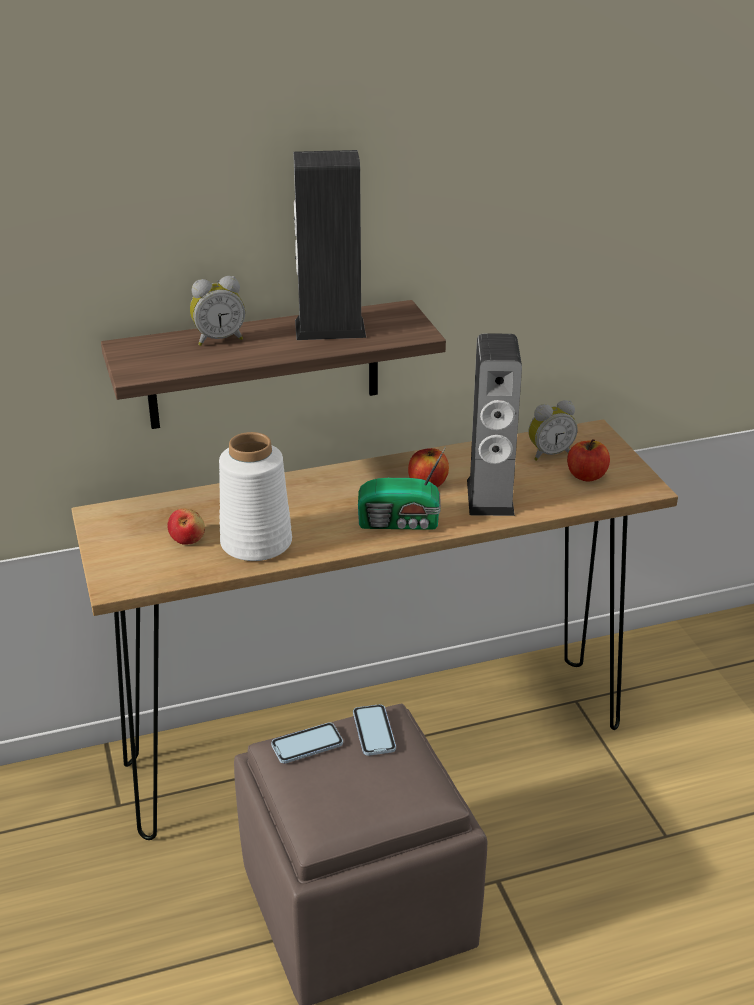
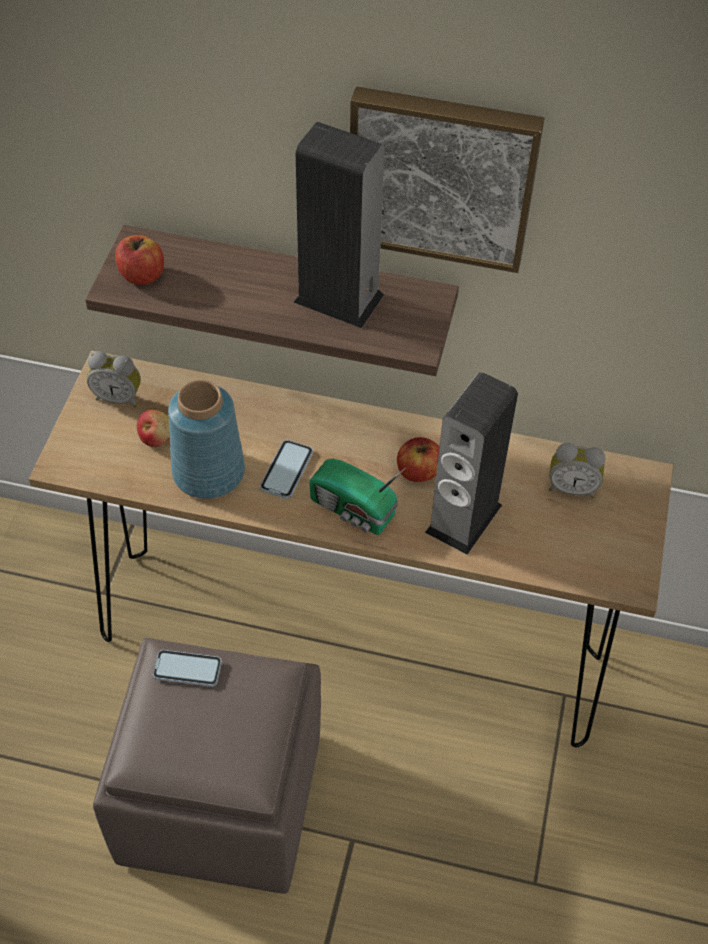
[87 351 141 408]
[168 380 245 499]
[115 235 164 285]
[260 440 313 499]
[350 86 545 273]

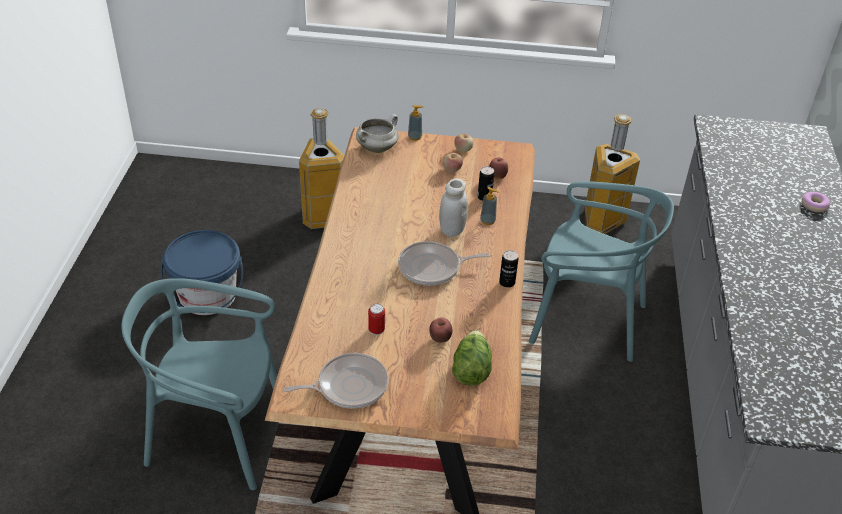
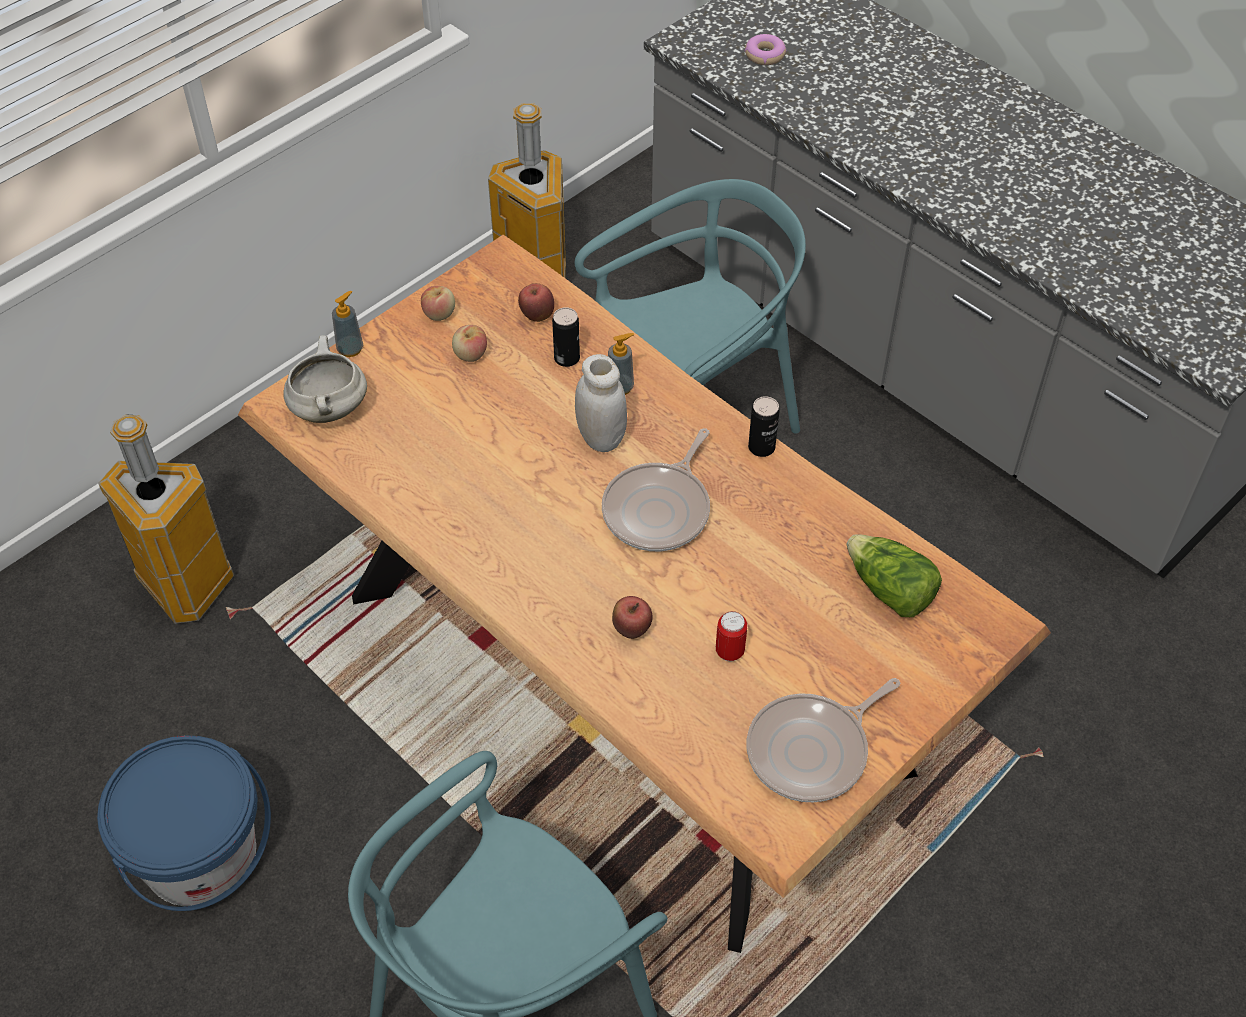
[745 34 787 65]
[612 596 653 639]
[747 678 900 802]

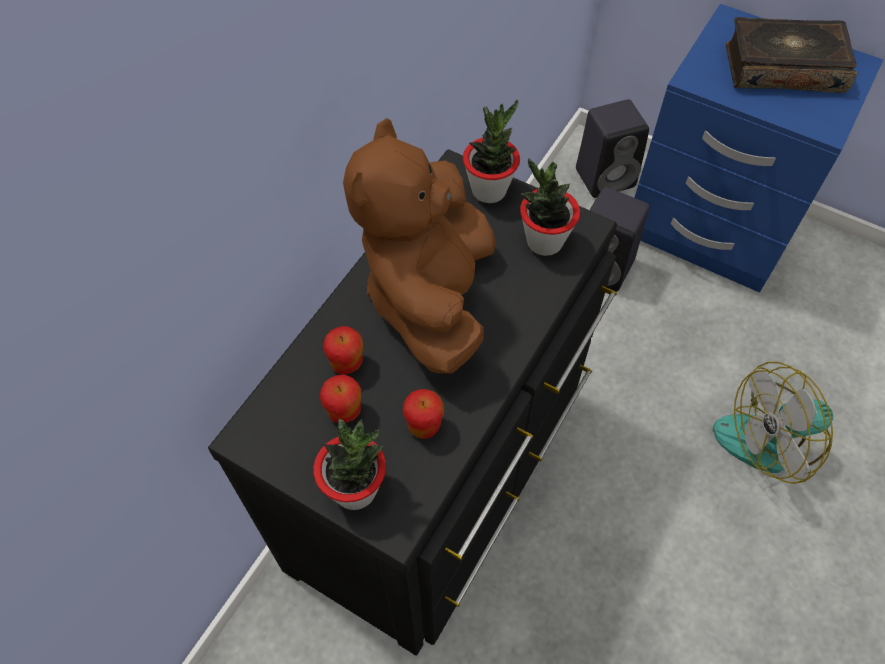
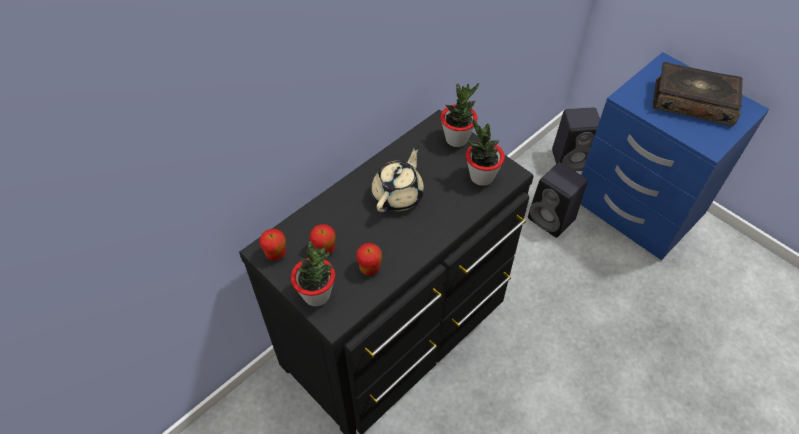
[371 145 424 212]
[259 229 286 260]
[713 362 833 484] (first image)

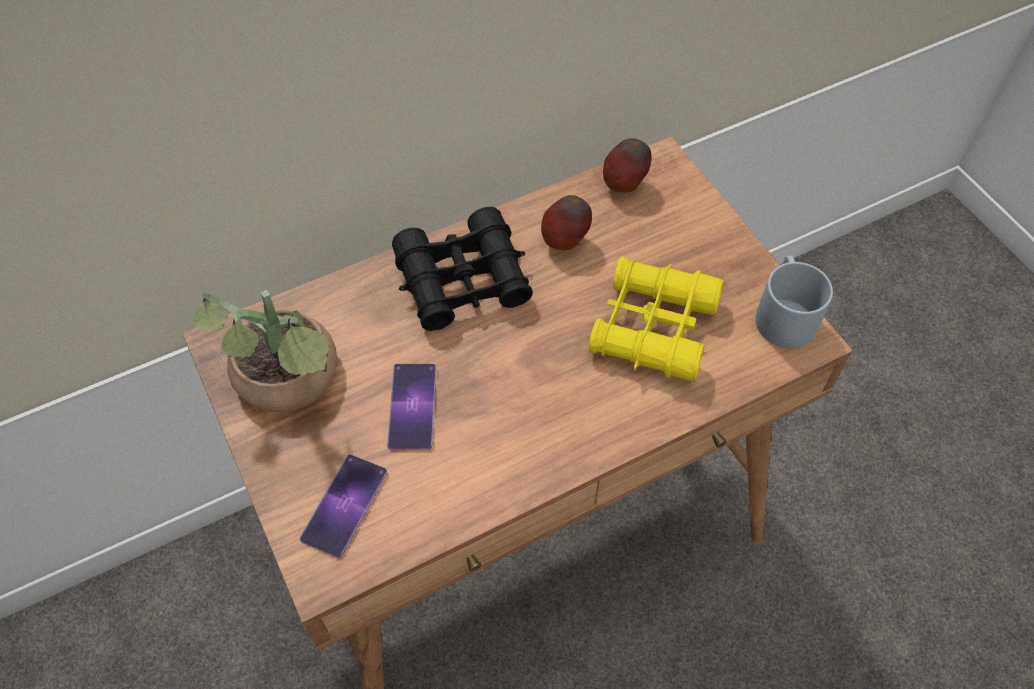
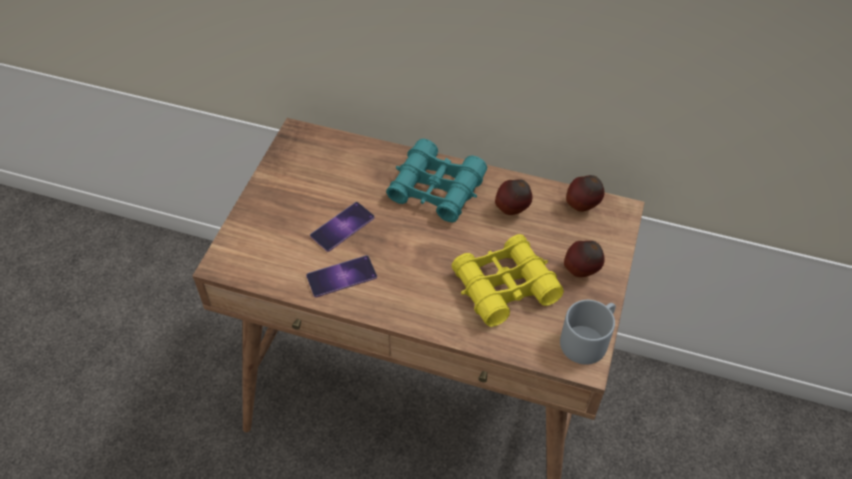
[386 139 487 223]
[193 290 337 412] (first image)
[306 255 377 297]
[564 241 605 277]

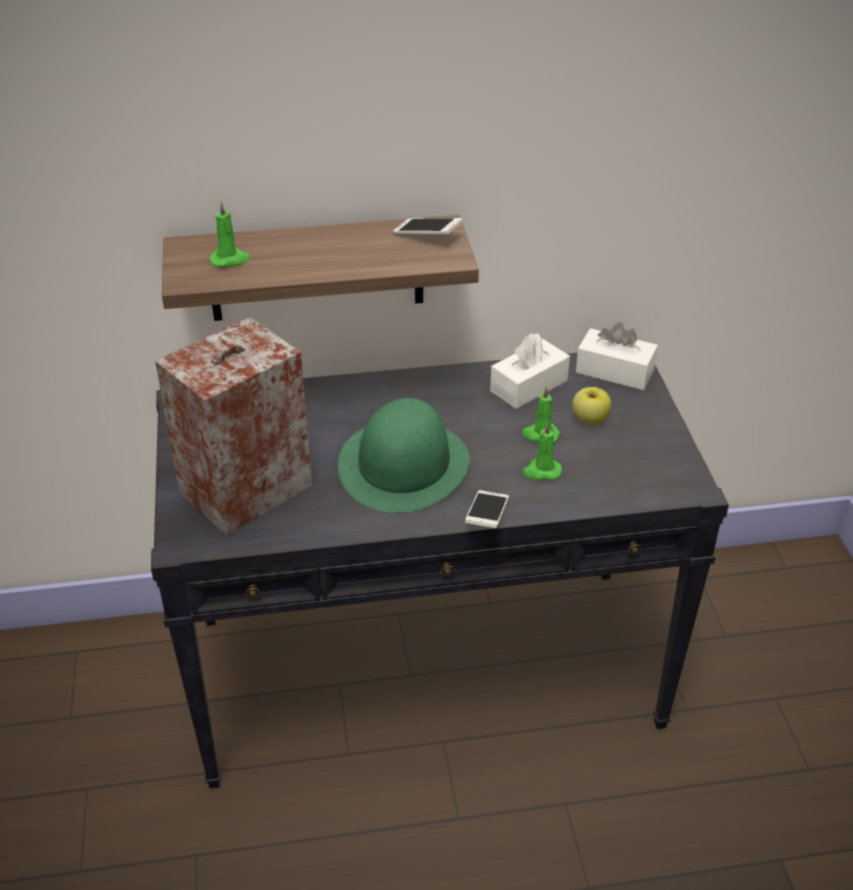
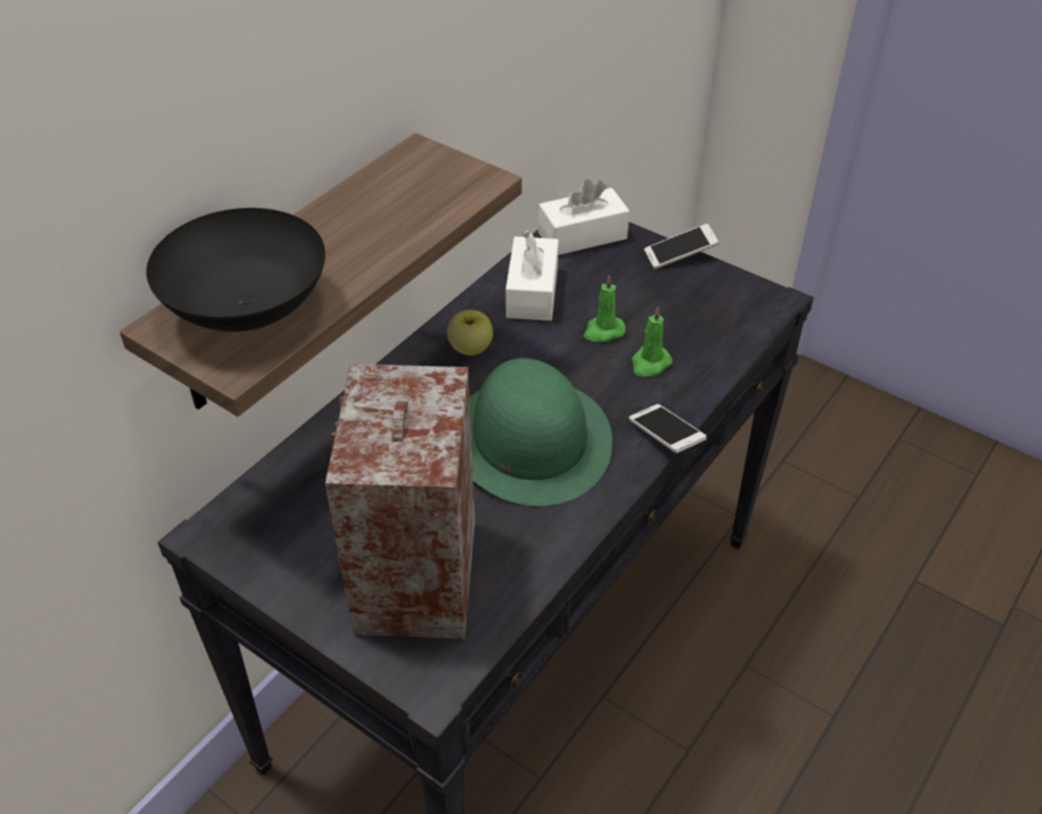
[146 208 325 332]
[644 224 719 269]
[447 310 493 356]

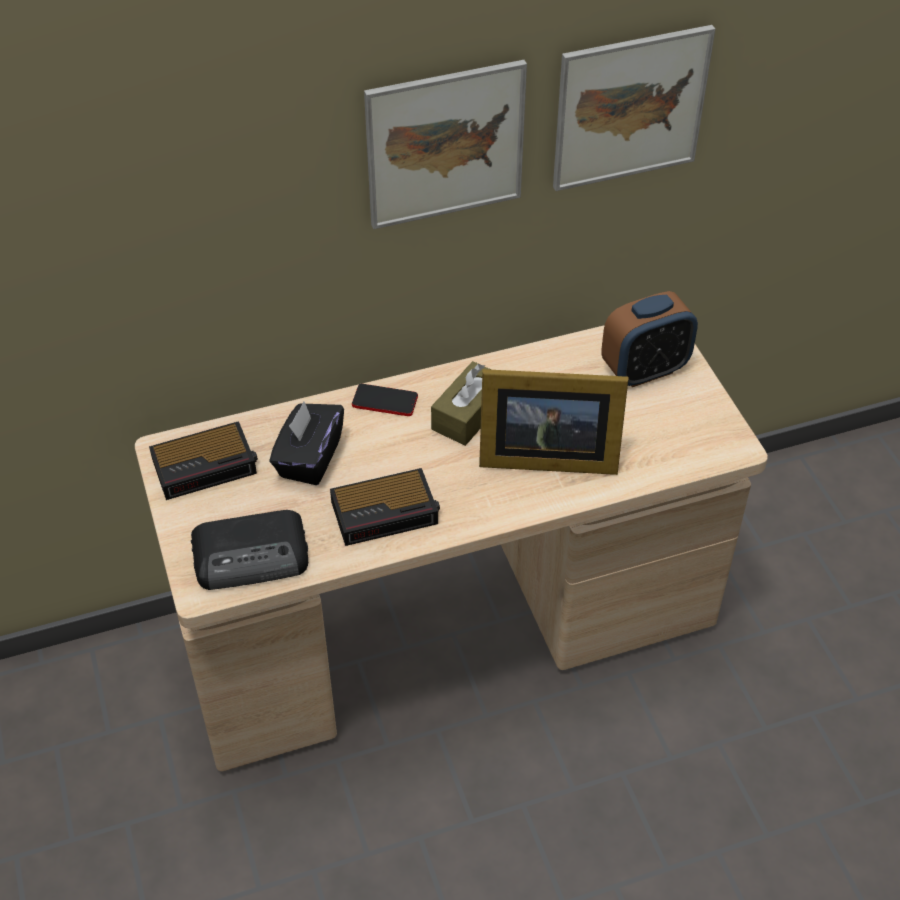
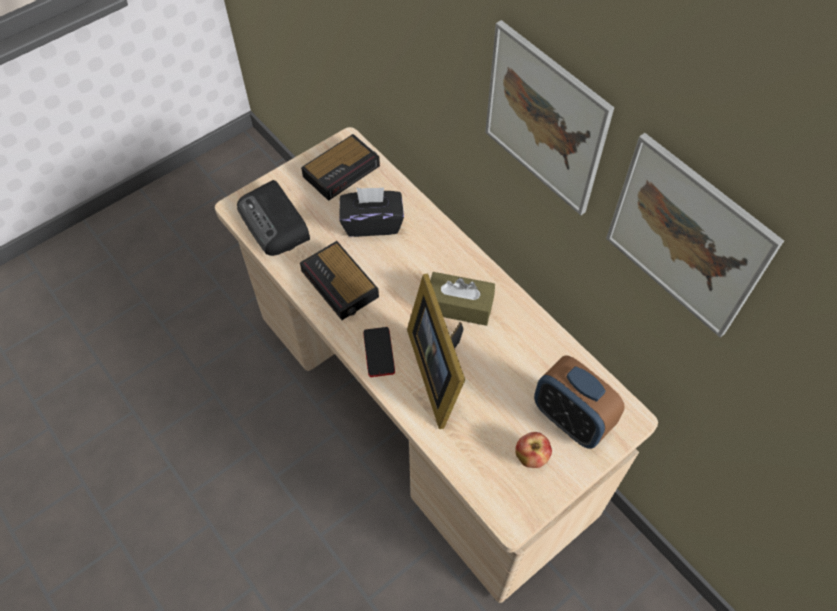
[363 327 395 377]
[301 134 380 201]
[515 432 552 468]

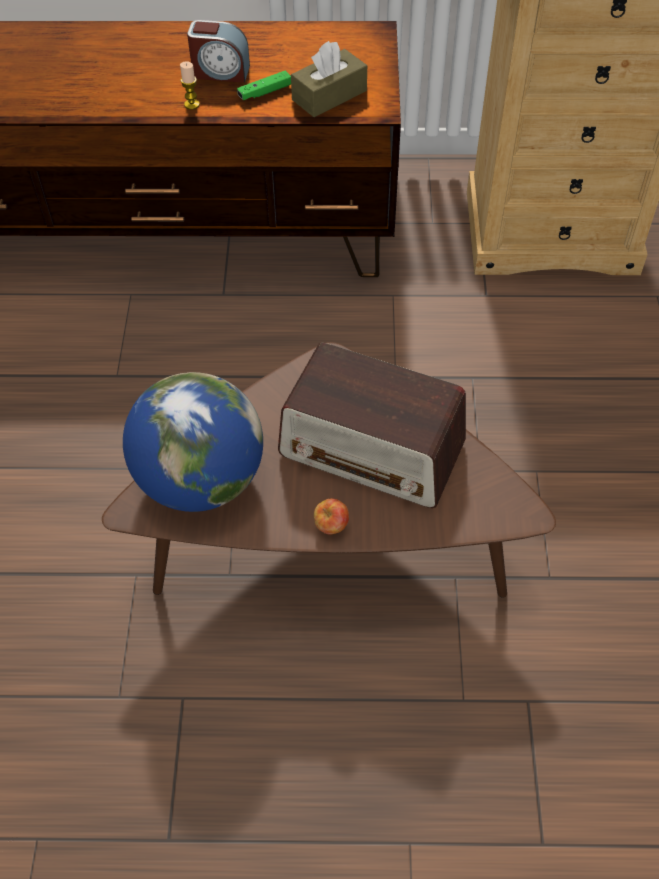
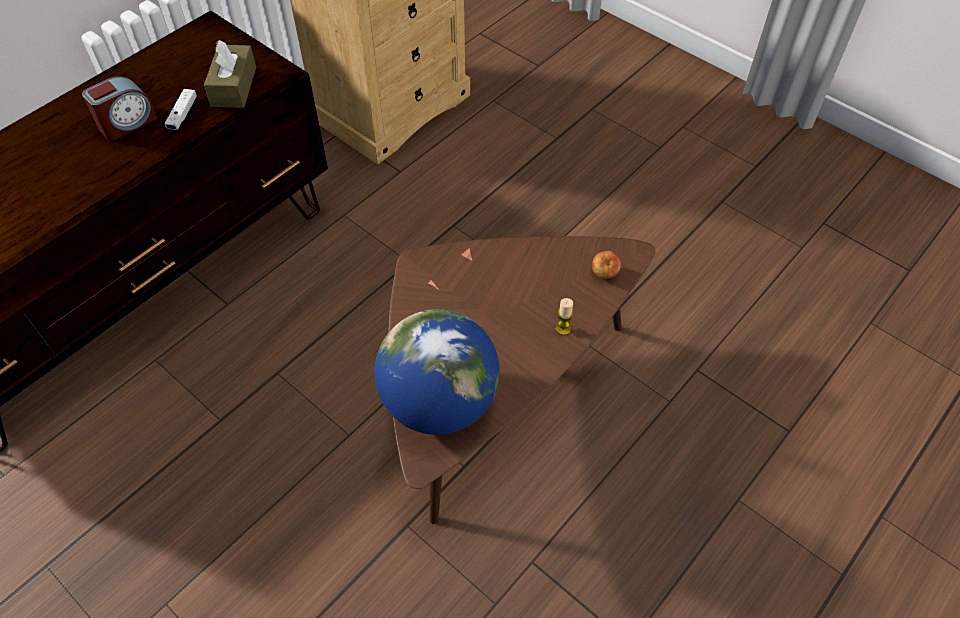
[556 298 574 335]
[164 89 197 130]
[278 343 466 508] (first image)
[592 251 621 279]

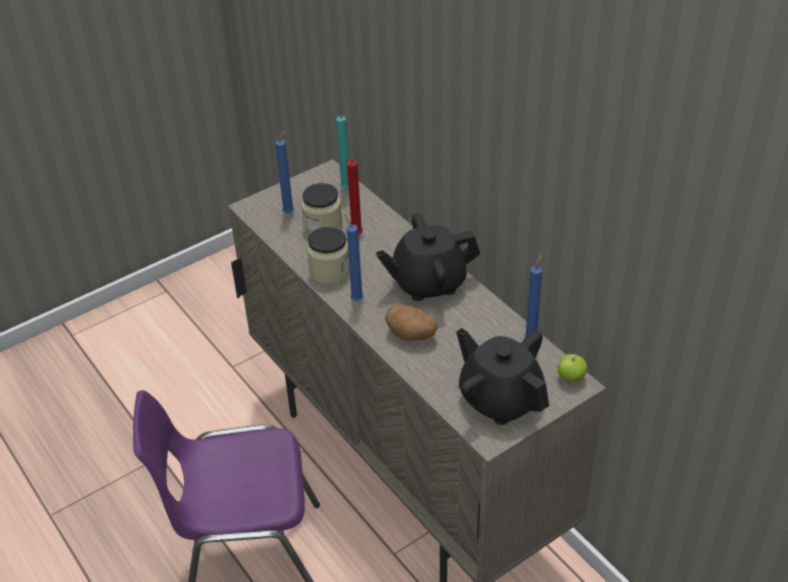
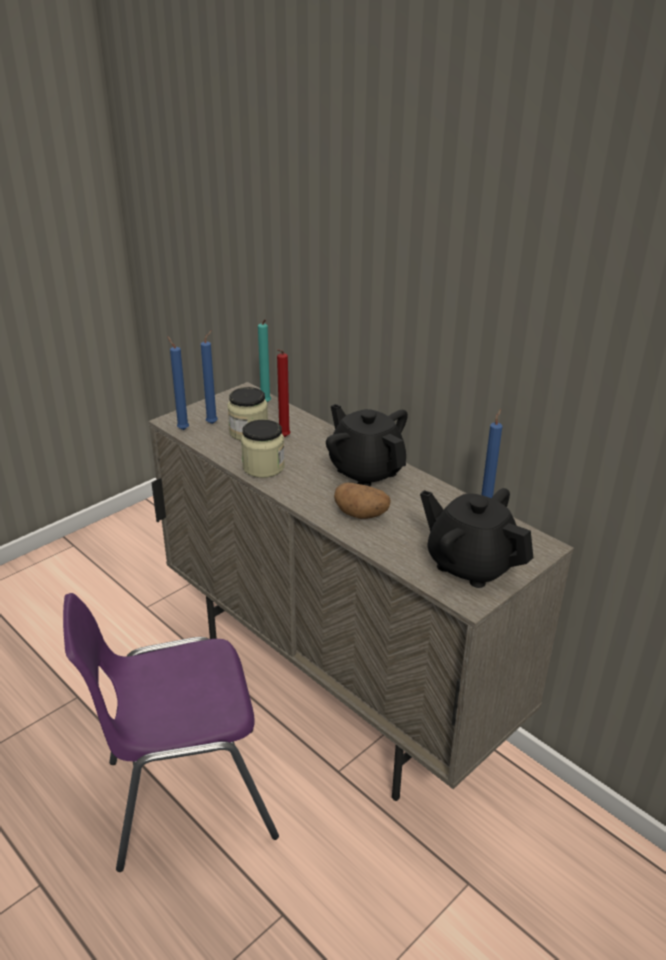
[167 336 189 430]
[326 404 408 486]
[557 354 587 382] (first image)

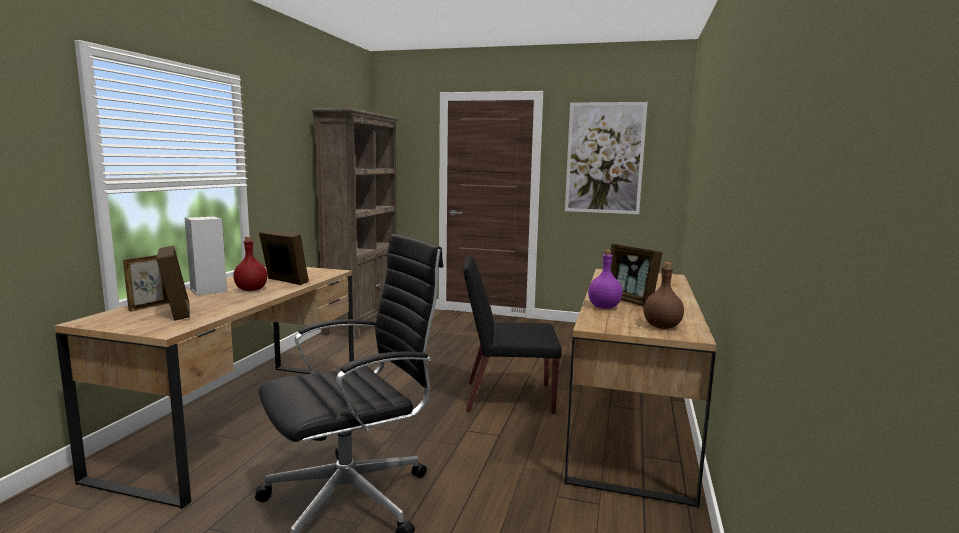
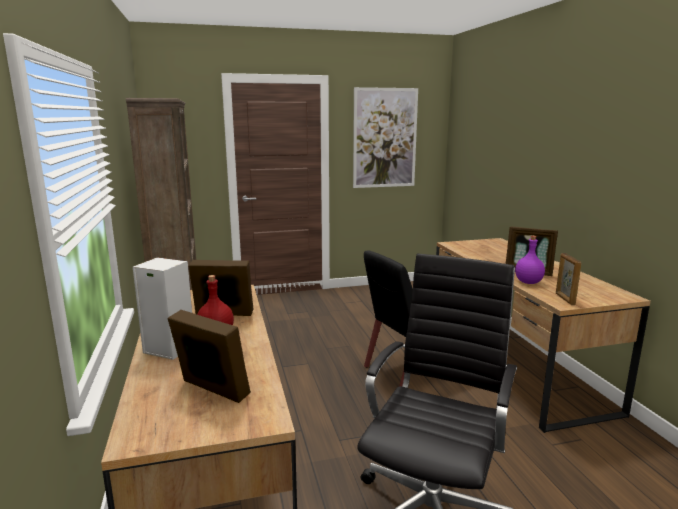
[556 253 581 305]
[644 262 684 329] (first image)

